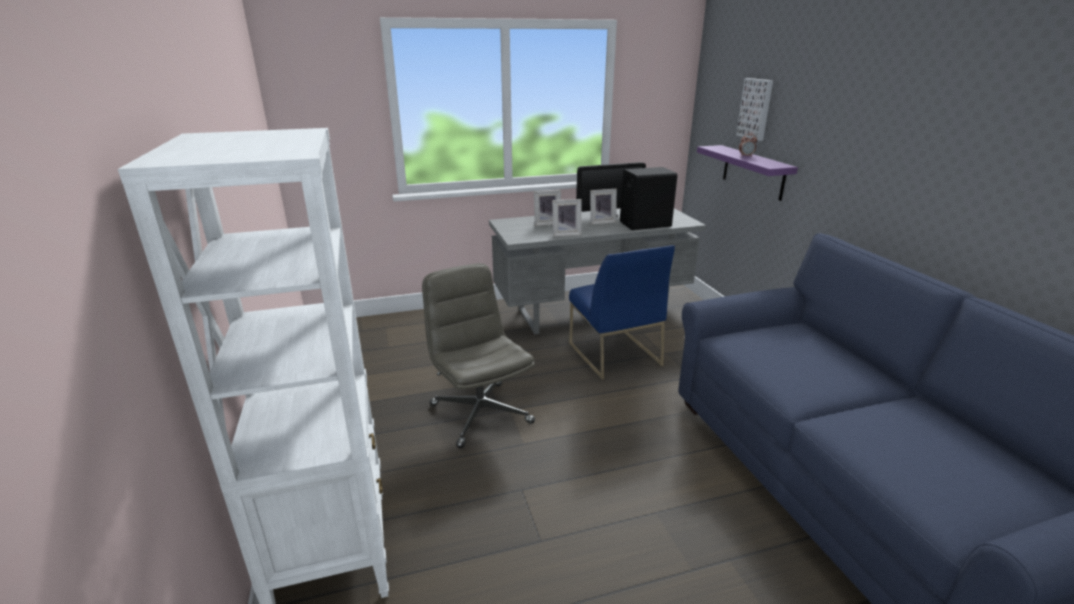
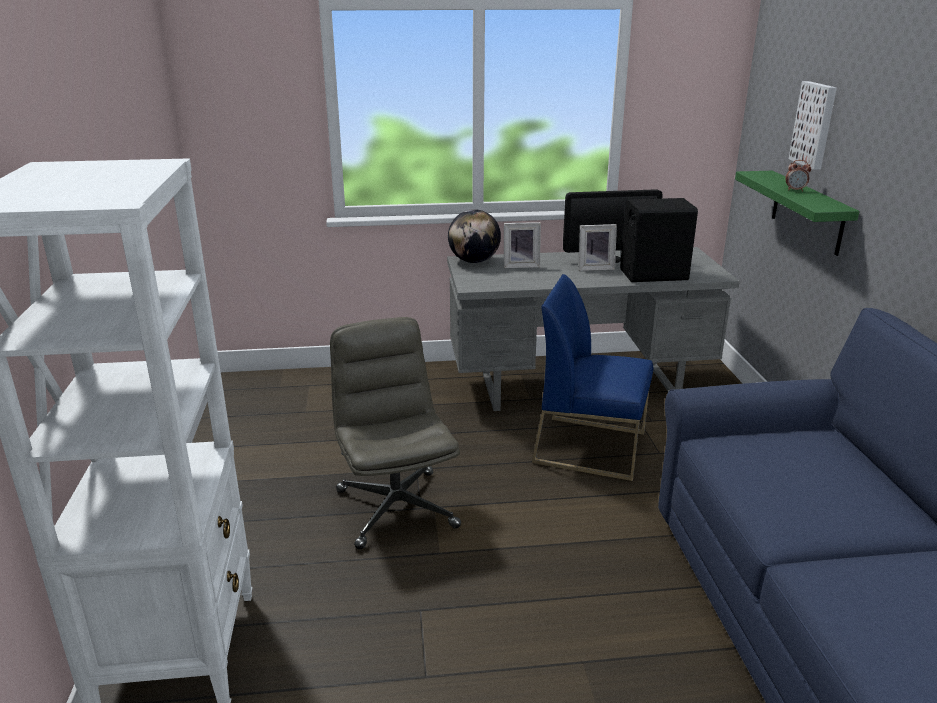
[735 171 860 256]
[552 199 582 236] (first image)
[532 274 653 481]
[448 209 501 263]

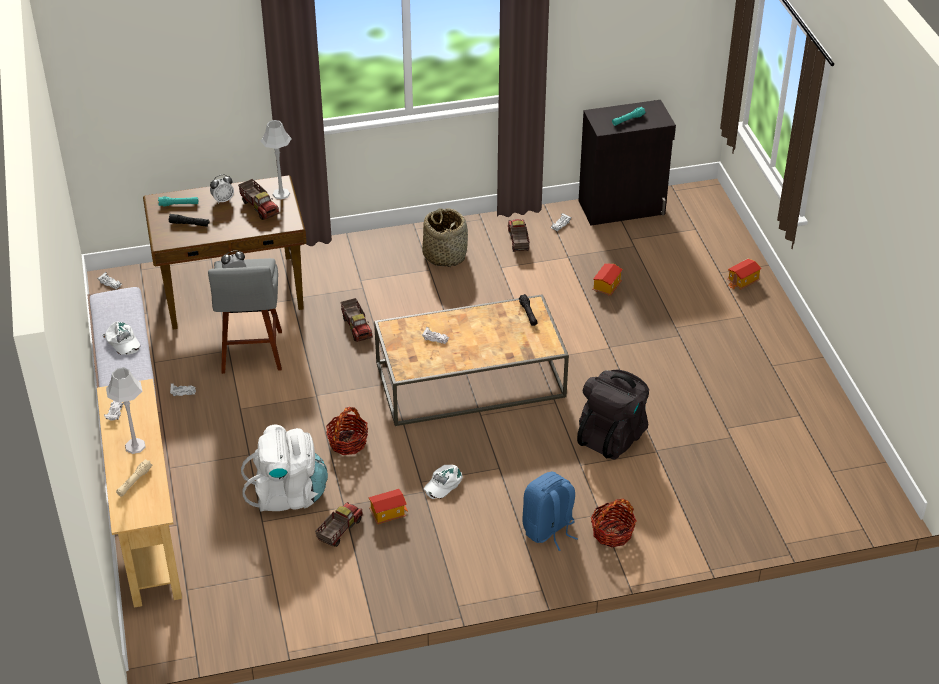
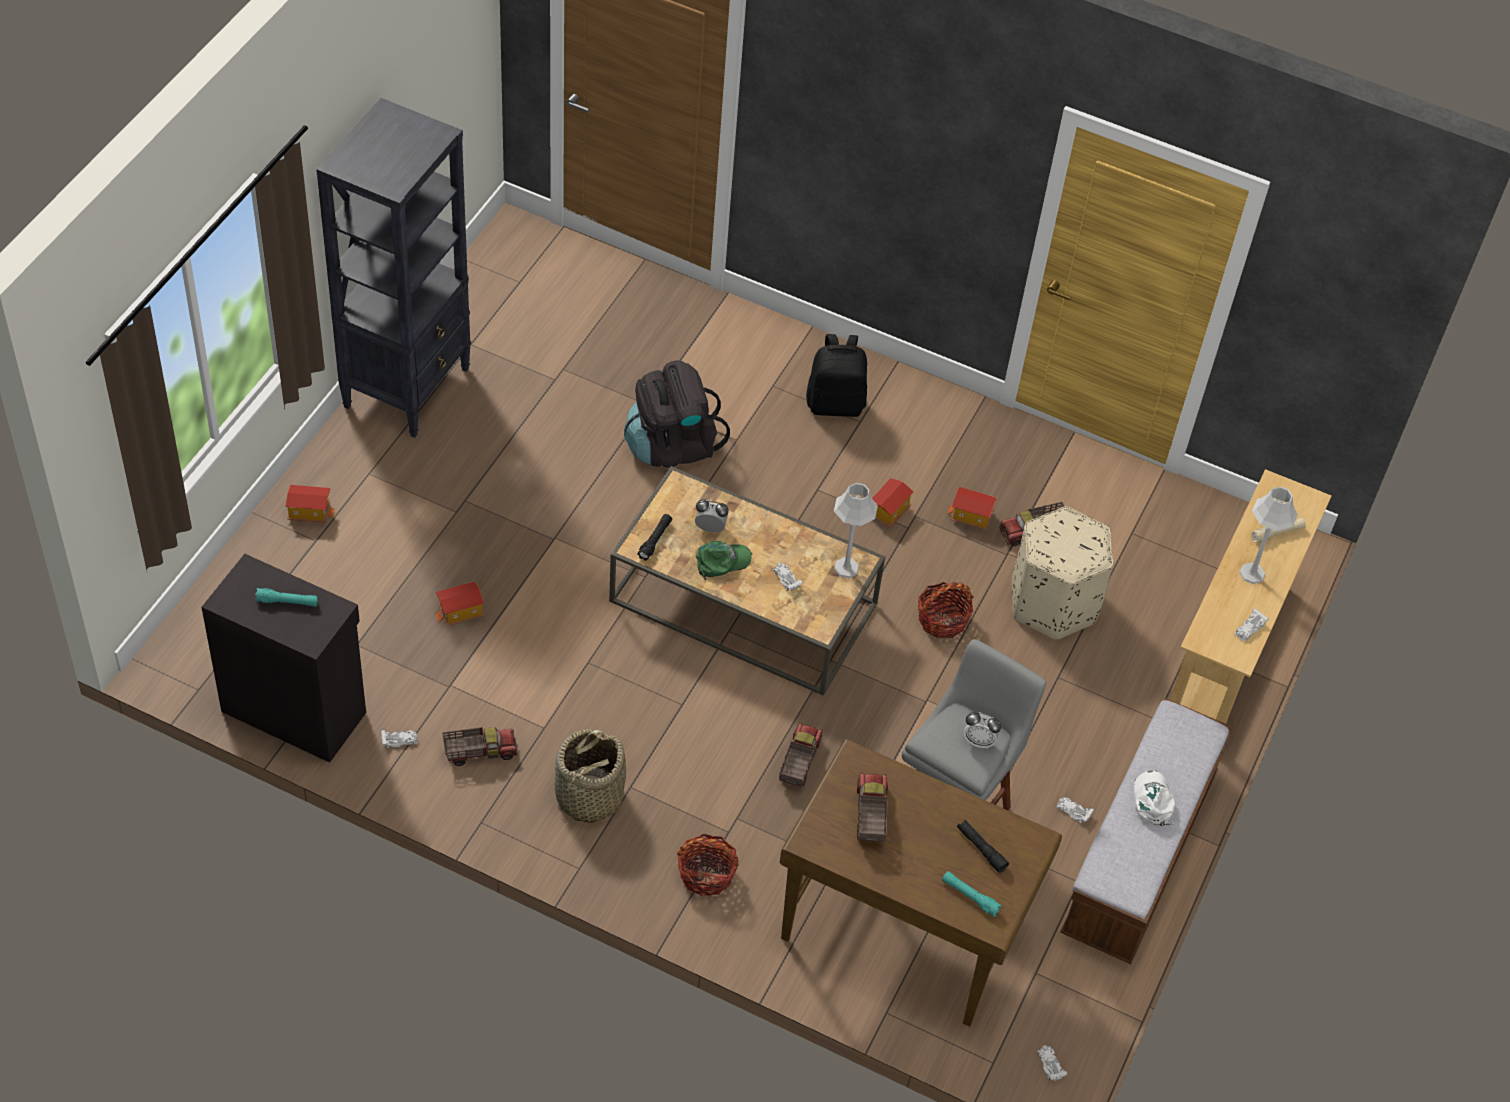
[834 483 878 578]
[695 499 729 532]
[442 727 518 766]
[1011 506 1113 640]
[872 478 914 528]
[806 334 867 417]
[676 834 739 897]
[316 98 471 438]
[696 541 752 580]

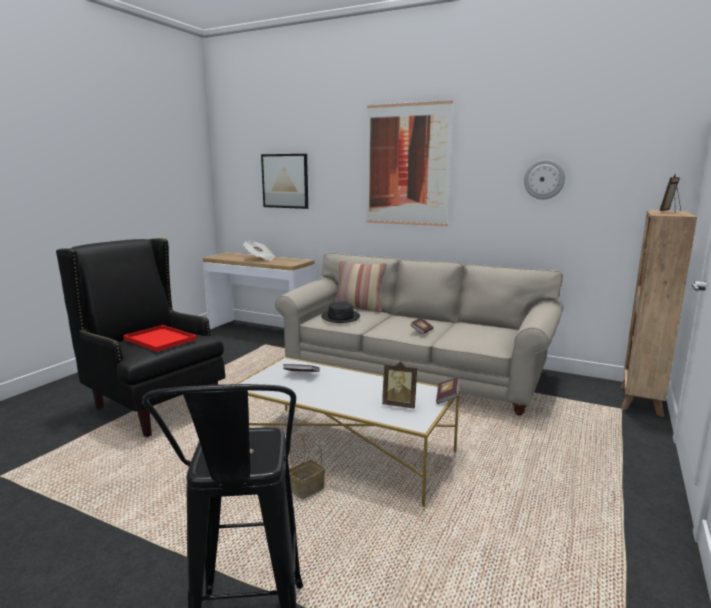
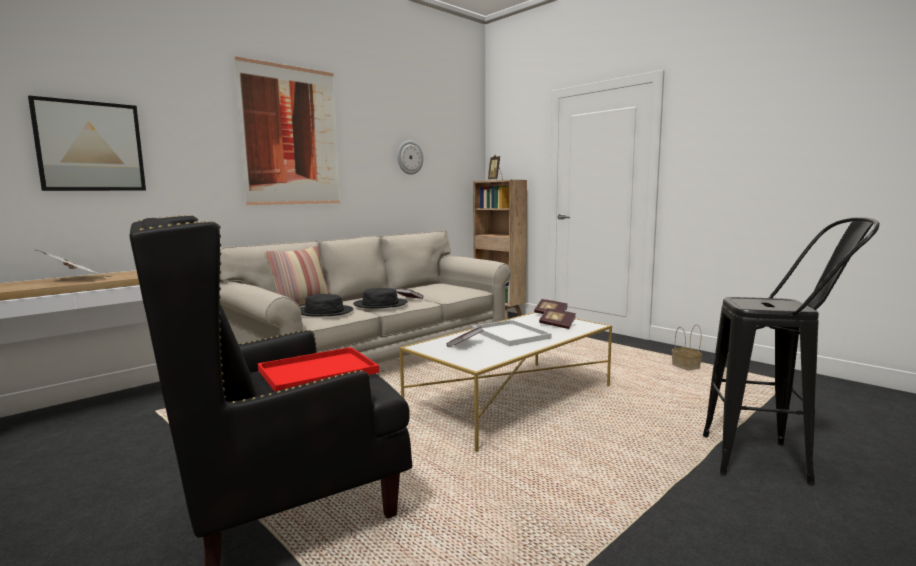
[539 308 576 329]
[672 324 702 371]
[353 288 408 309]
[472 320 551 346]

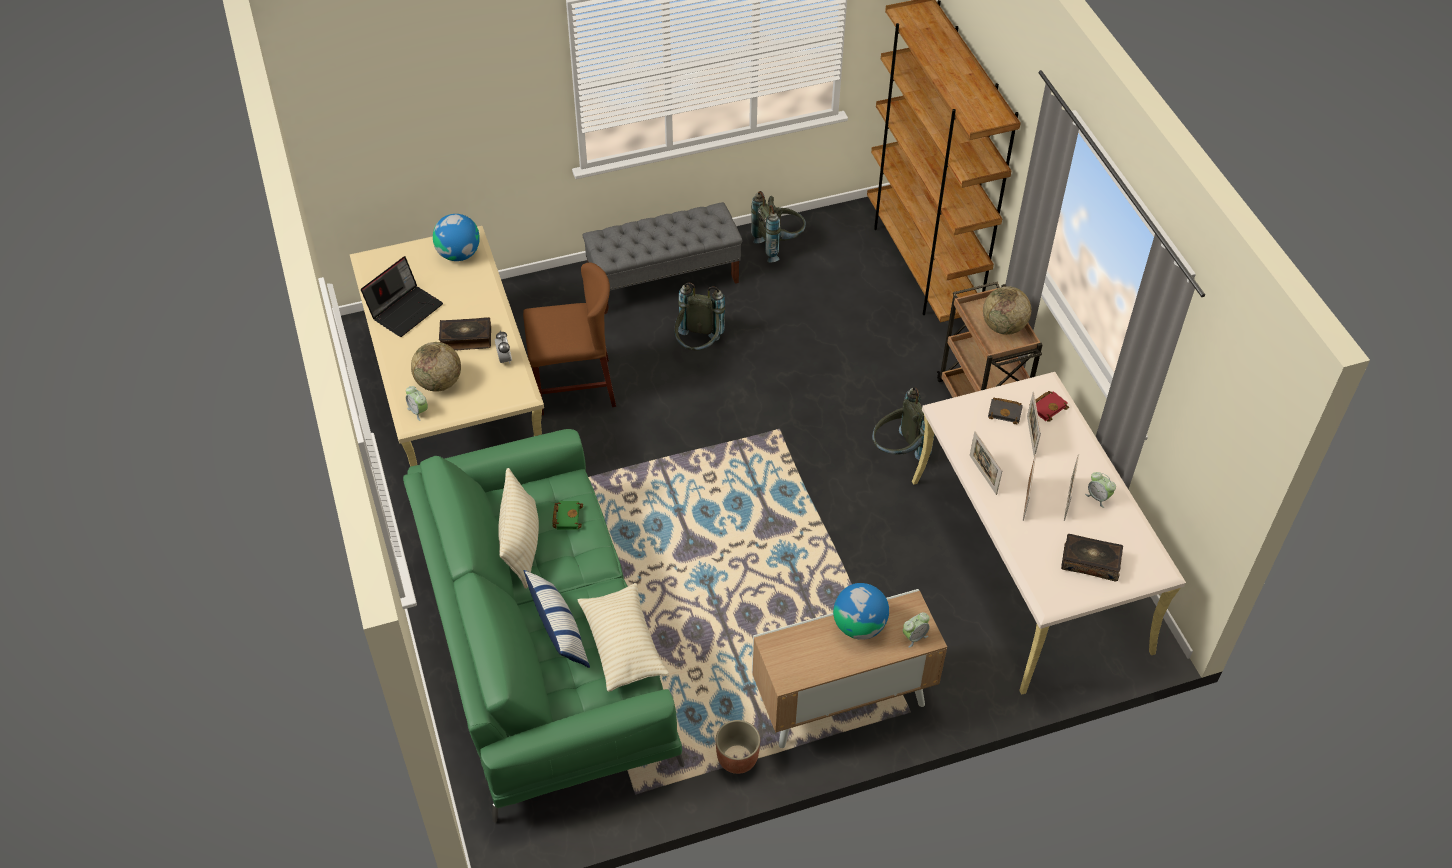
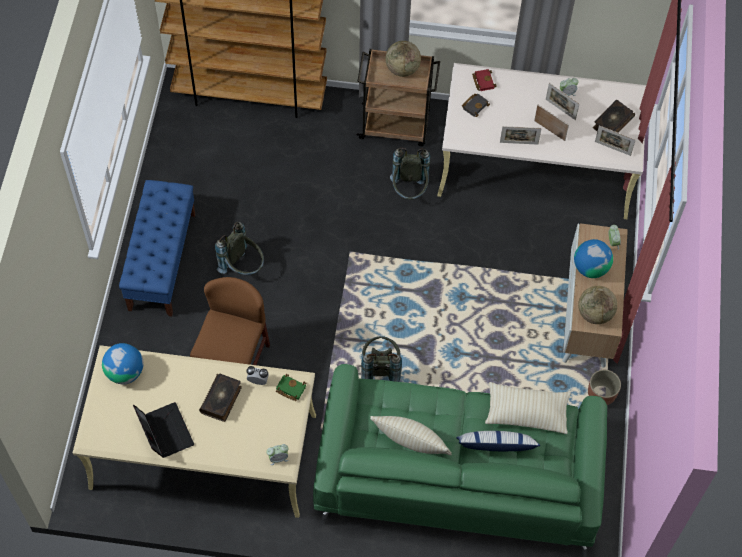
[361 336 403 382]
[119 180 195 317]
[578 286 617 324]
[595 125 636 156]
[276 373 306 401]

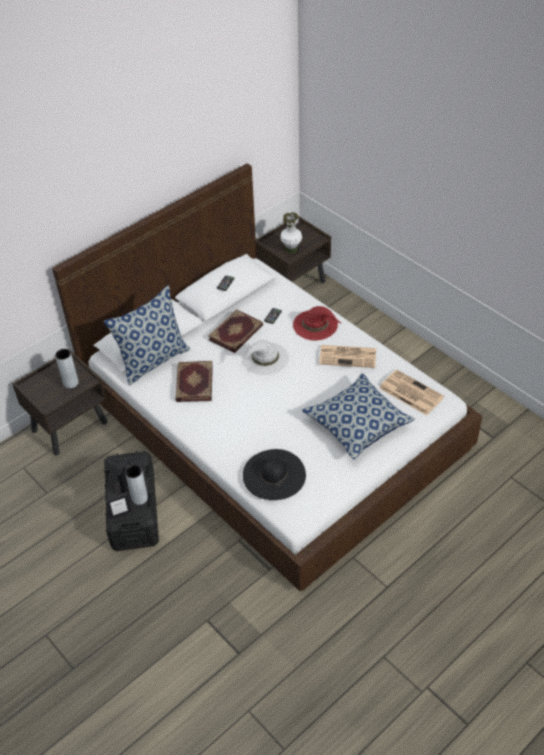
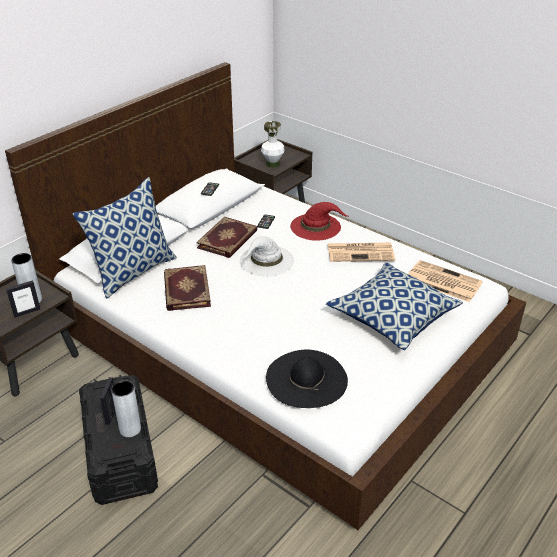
[6 280 41 318]

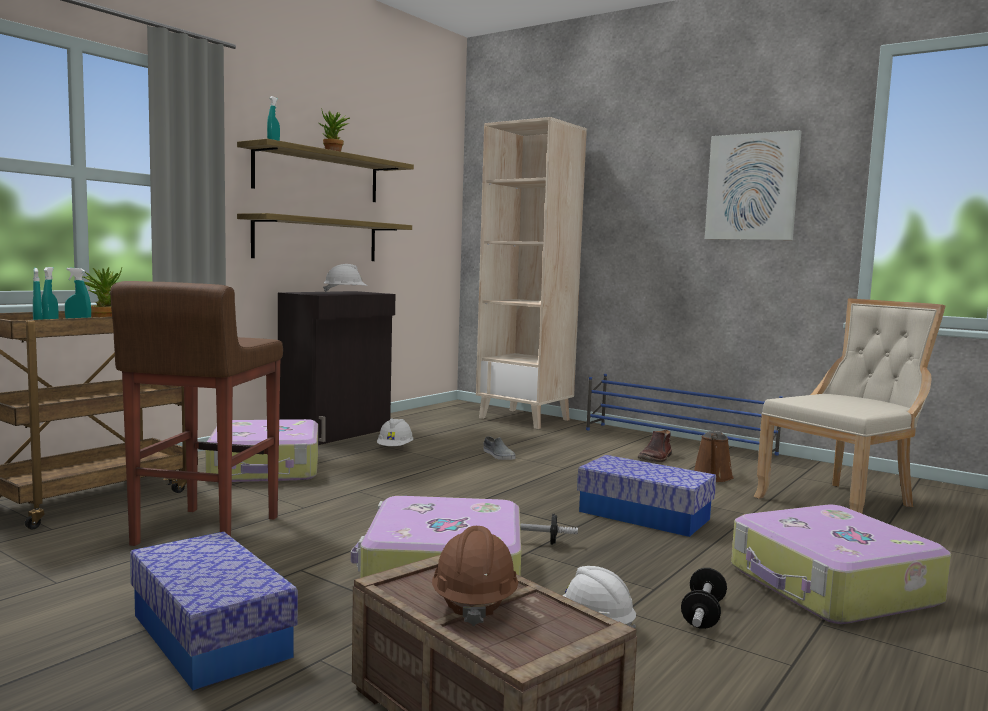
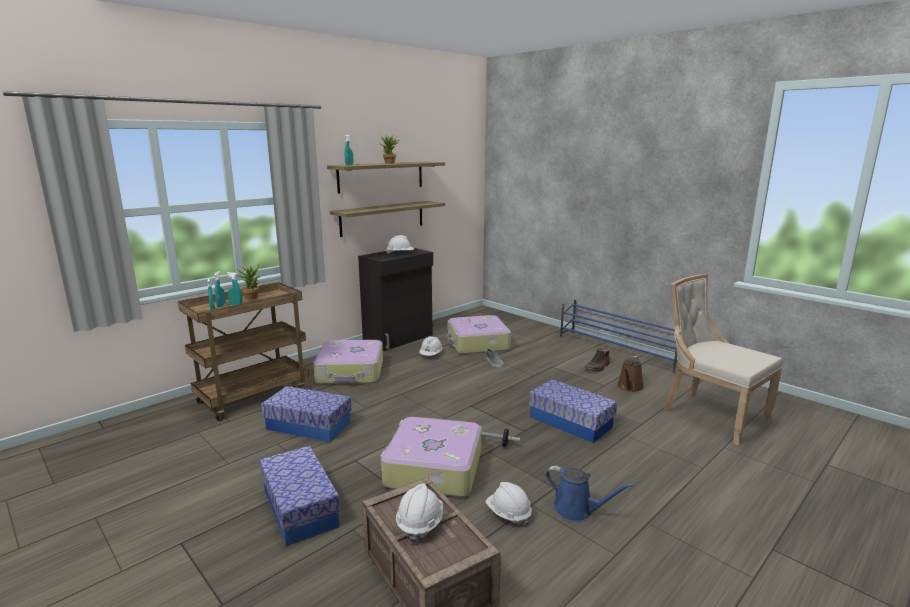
[476 117 587 429] (first image)
[705 130 802 240] (first image)
[261 386 352 442]
[664 274 783 446]
[447 315 511 354]
[396 483 443 543]
[546 466 634 522]

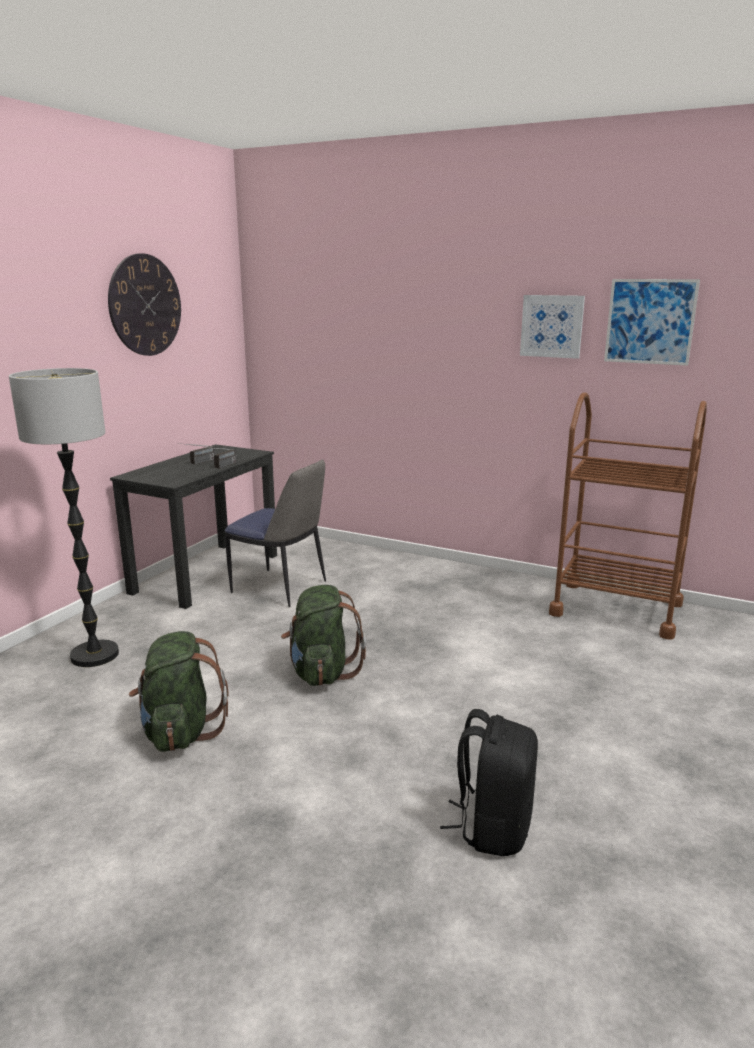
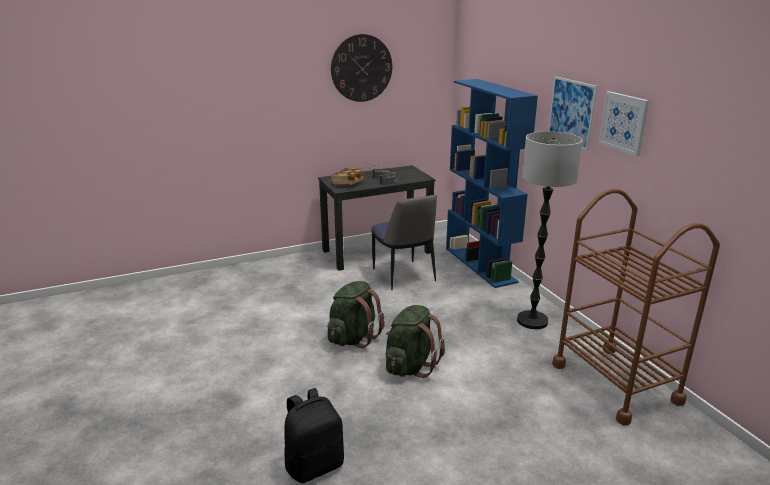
[548 76 597 151]
[517 131 583 329]
[385 305 445 378]
[446 79 538 288]
[331 168 364 185]

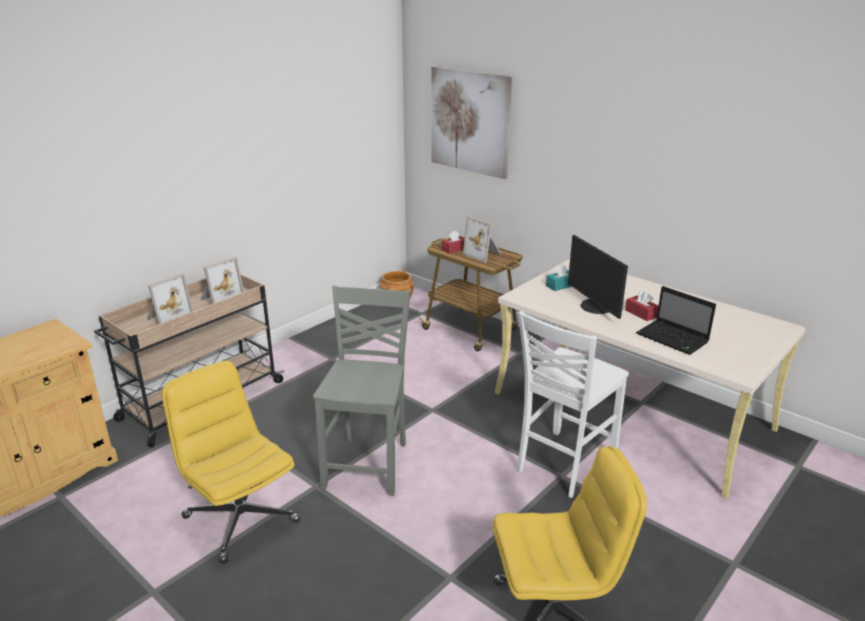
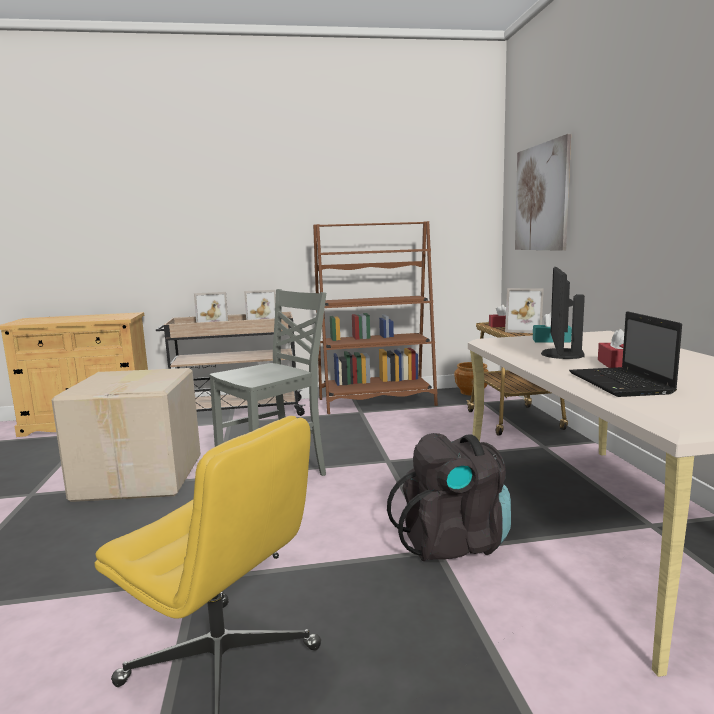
[505 288 544 333]
[387 433 511 561]
[51 368 201 502]
[313 221 438 414]

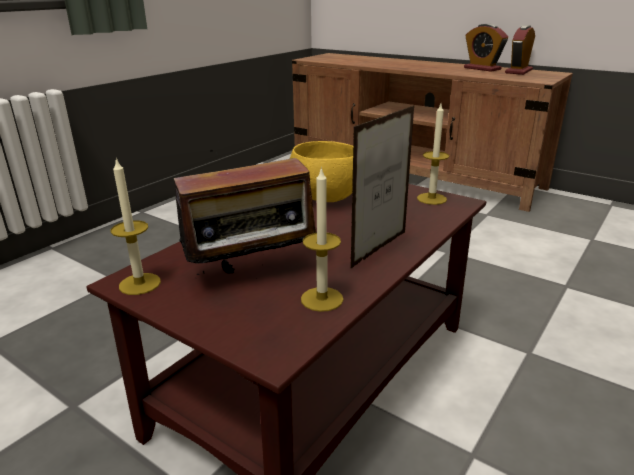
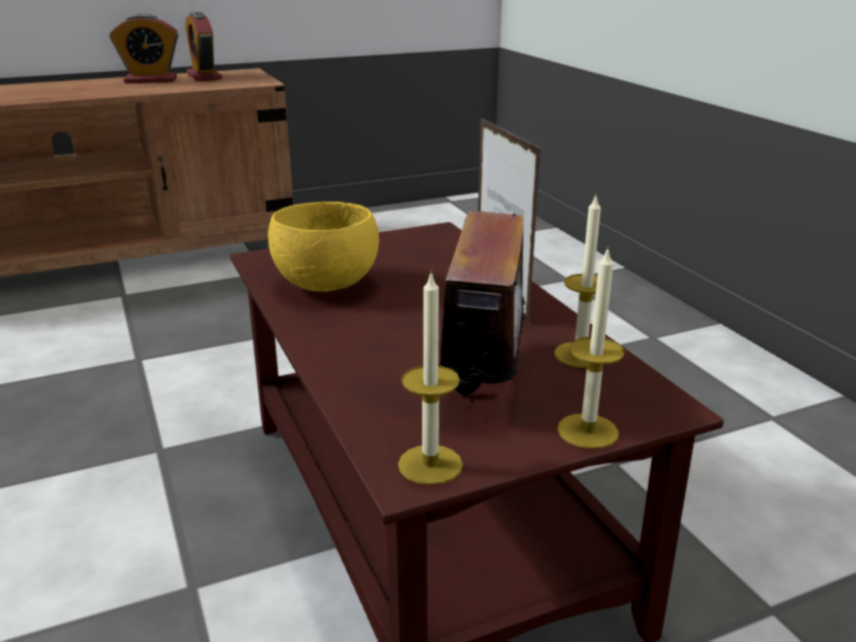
[557 248 624 449]

